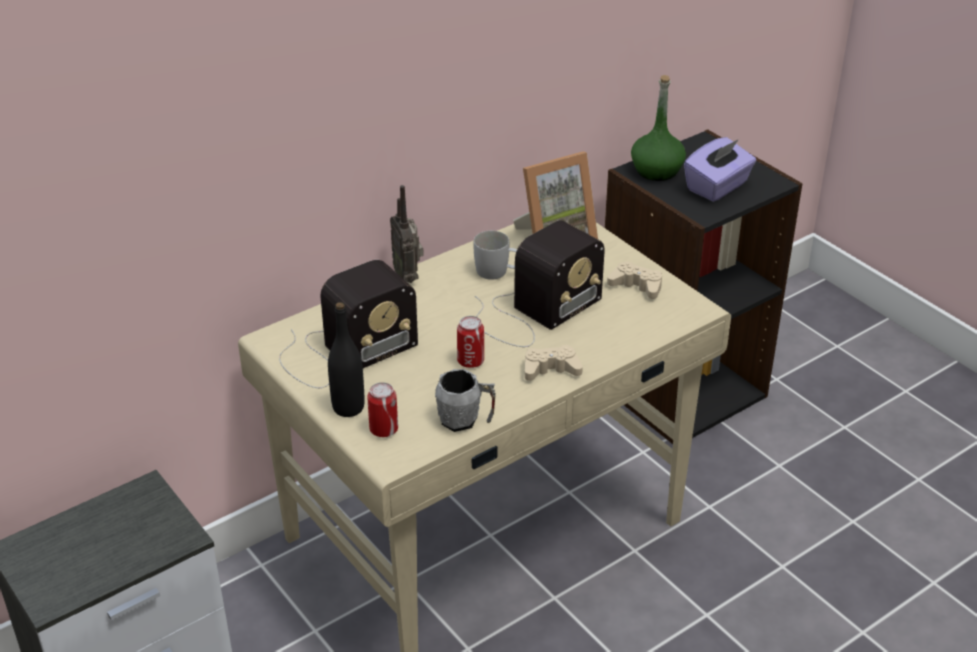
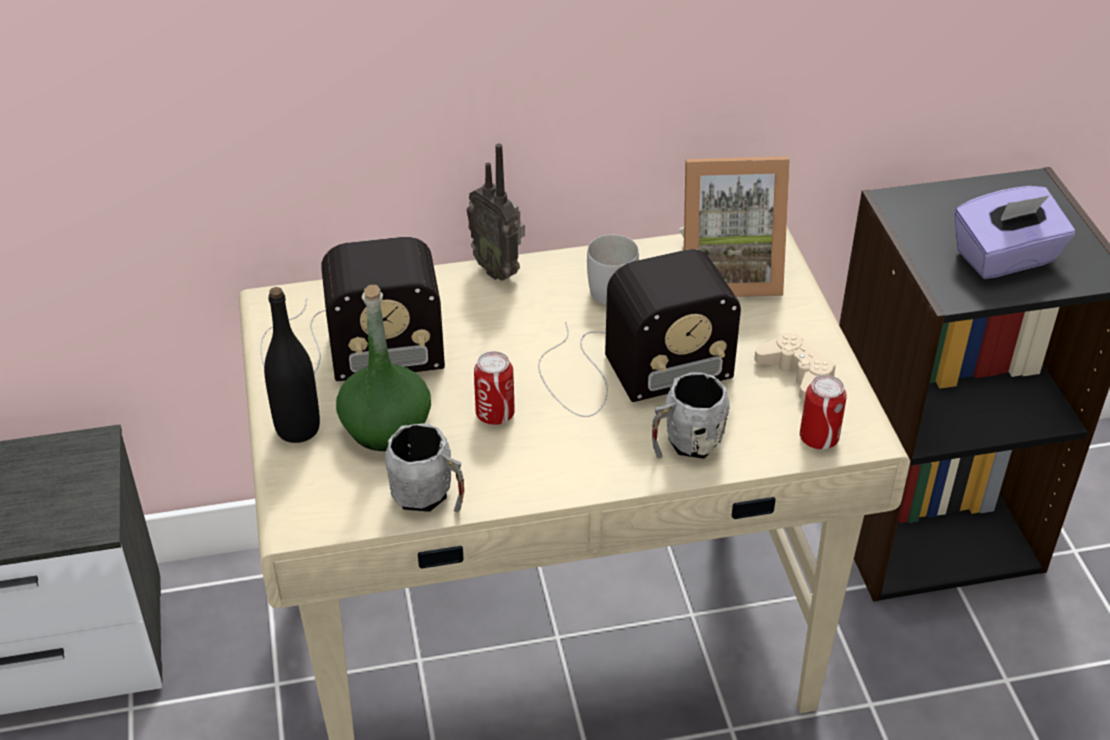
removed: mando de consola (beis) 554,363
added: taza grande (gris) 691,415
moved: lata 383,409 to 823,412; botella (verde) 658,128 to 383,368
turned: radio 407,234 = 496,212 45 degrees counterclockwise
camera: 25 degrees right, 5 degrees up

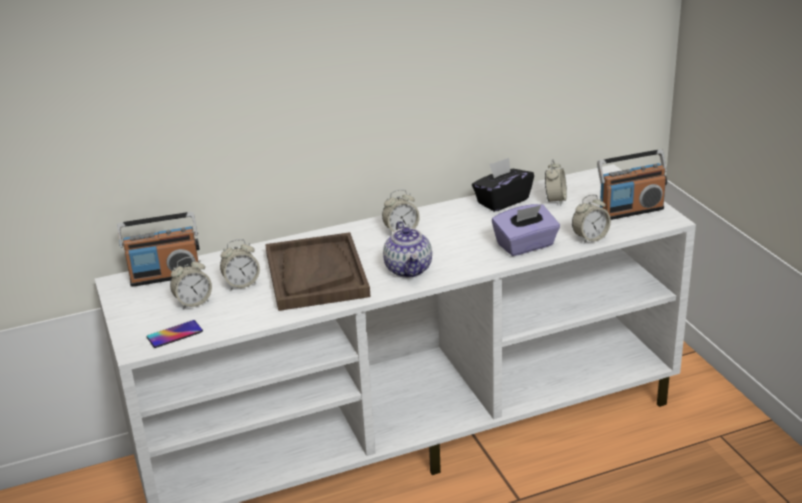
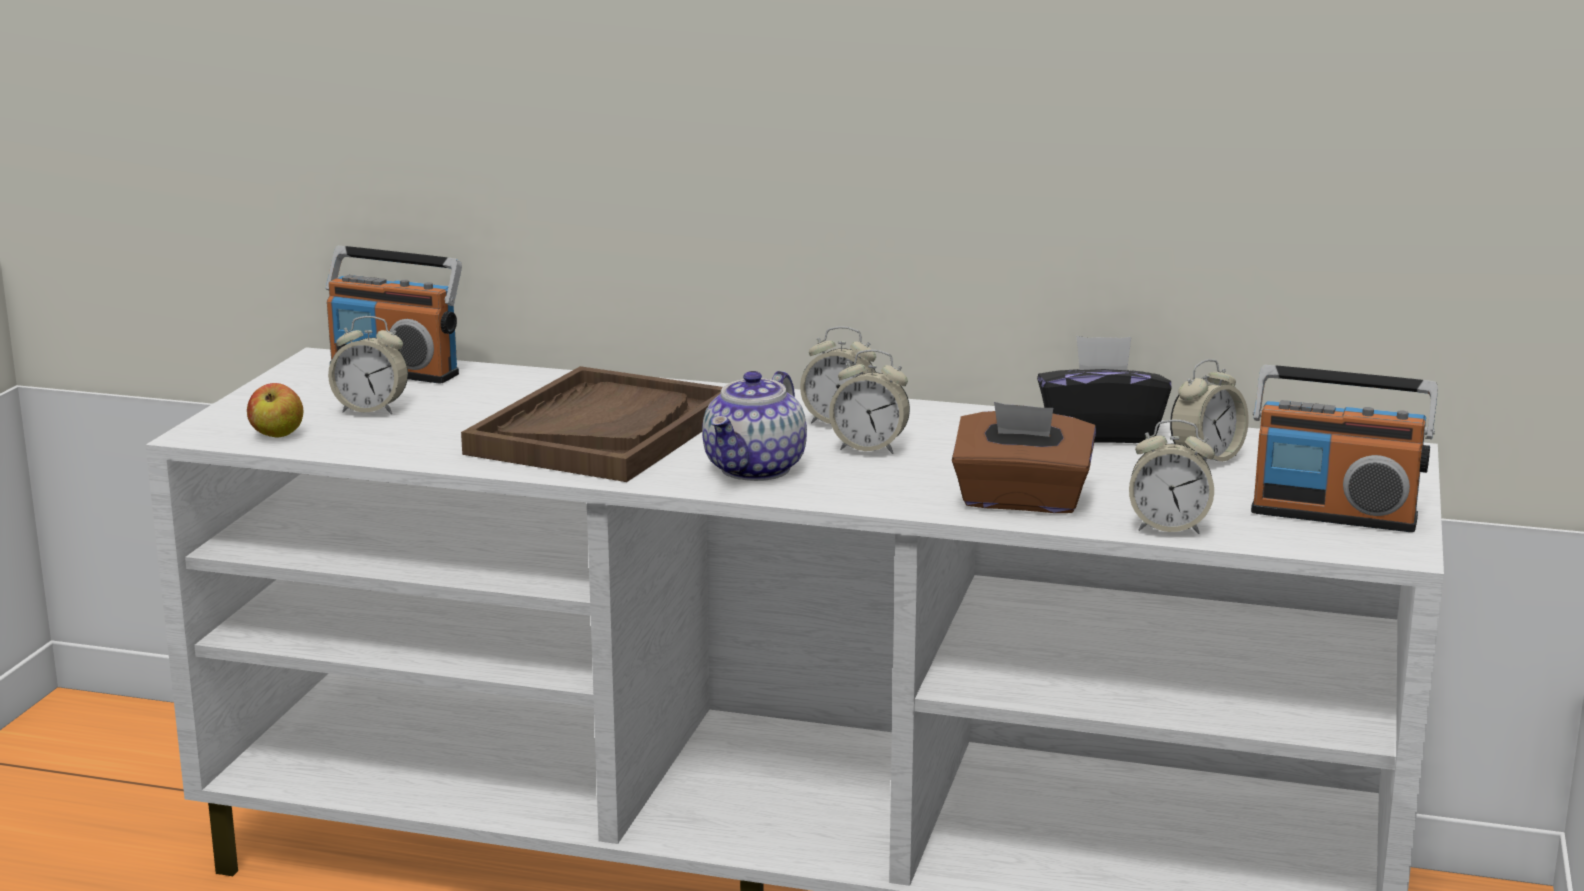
moved: despertador 240,264 to 869,402
replaced: móvil 175,334 to manzana 275,410
recoloured: caja de pañuelos (morado) 526,230 to caja de pañuelos (marrón) 1024,457
camera: 35 degrees right, 10 degrees down

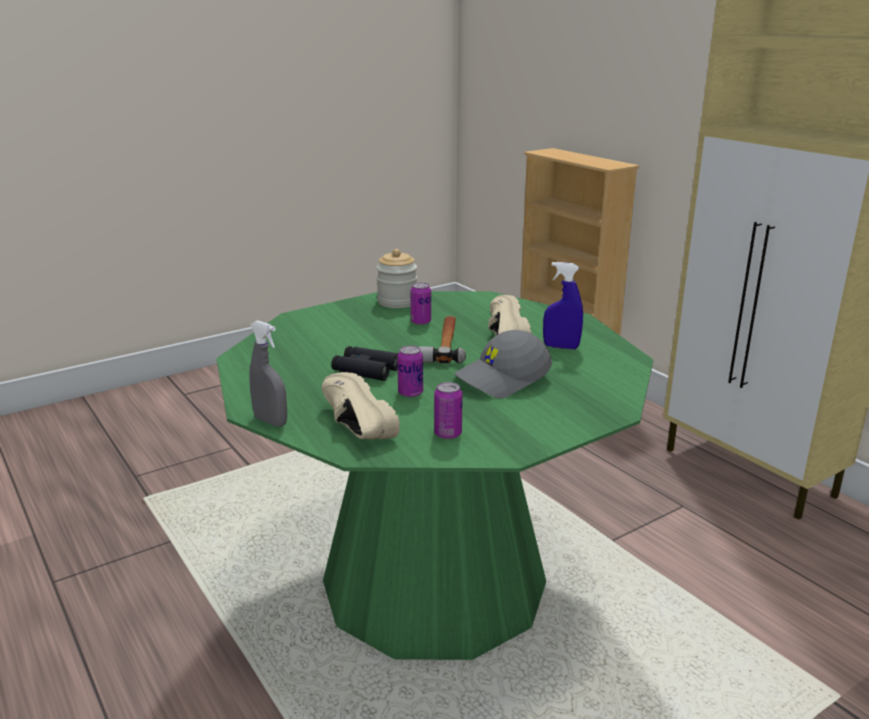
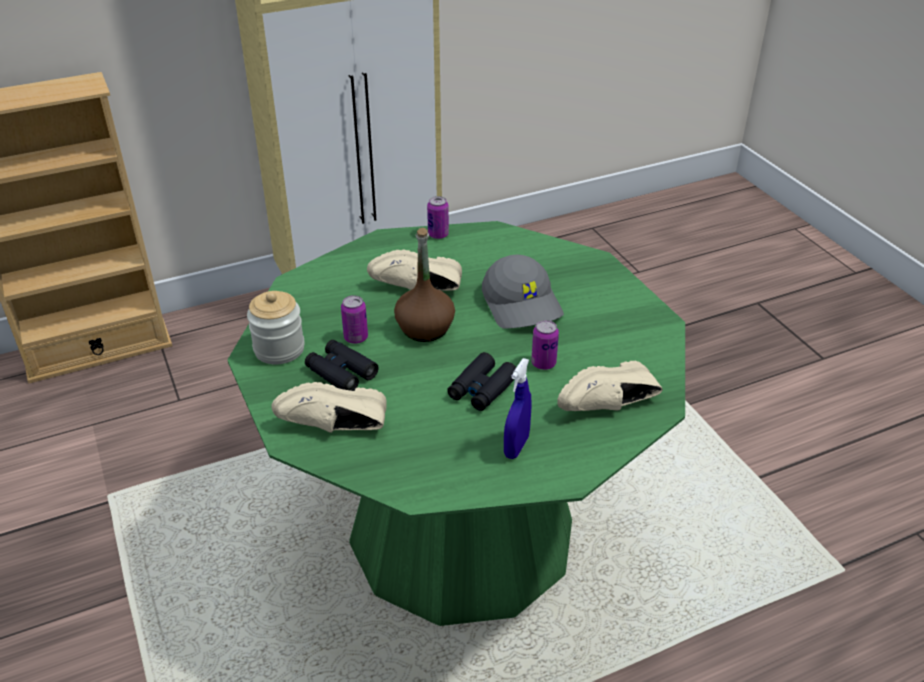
removed: pulverizador (gris) 268,373
added: zapato (beis) 329,407; prismáticos (negro) 342,365
moved: lata 448,410 to 438,217; pulverizador (azul) 563,305 to 518,408
replaced: martillo 442,339 to botella (marrón) 424,285
camera: 80 degrees left, 15 degrees up

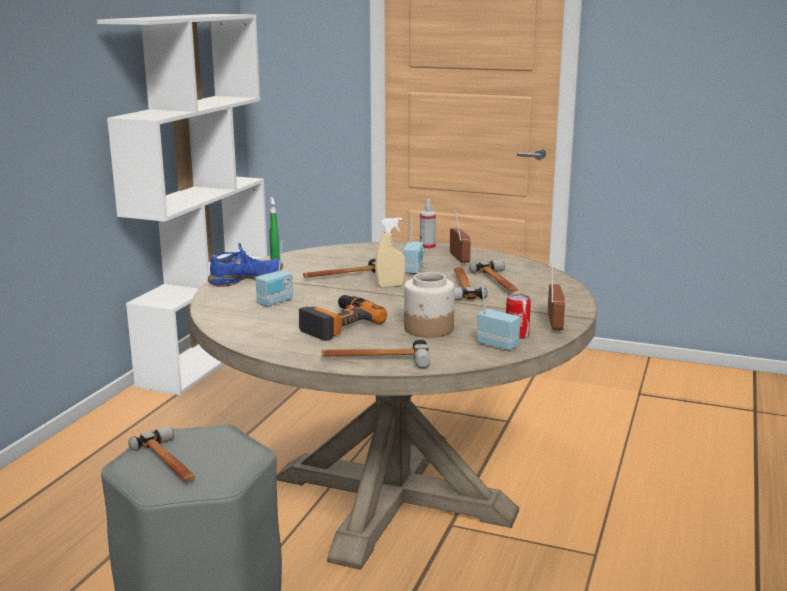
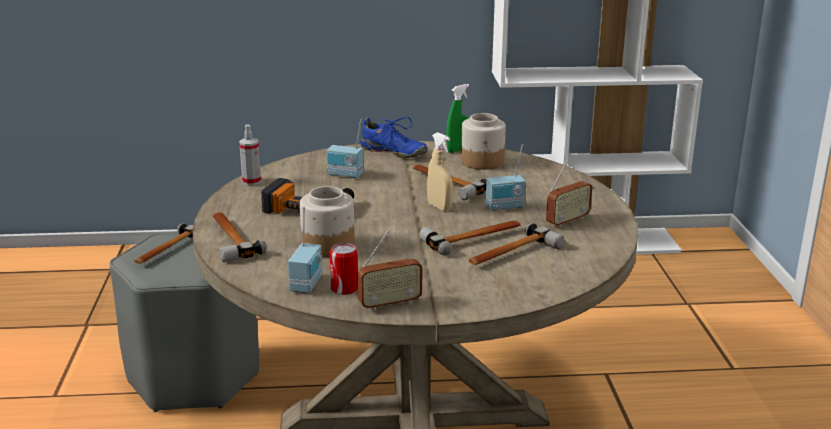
added: tarro 483,141
moved: pulverizador 428,224 to 250,155
camera: 65 degrees right, 5 degrees up

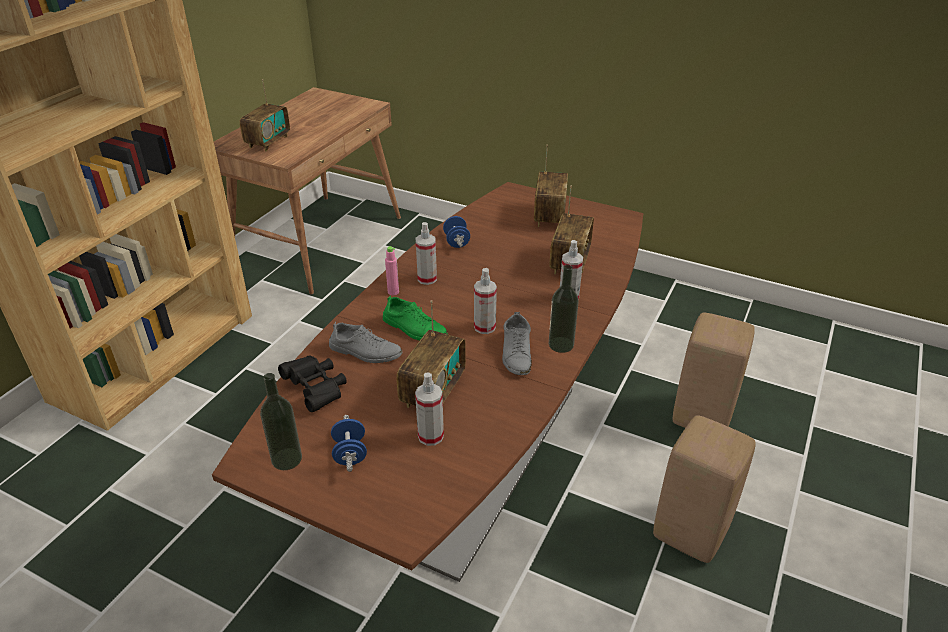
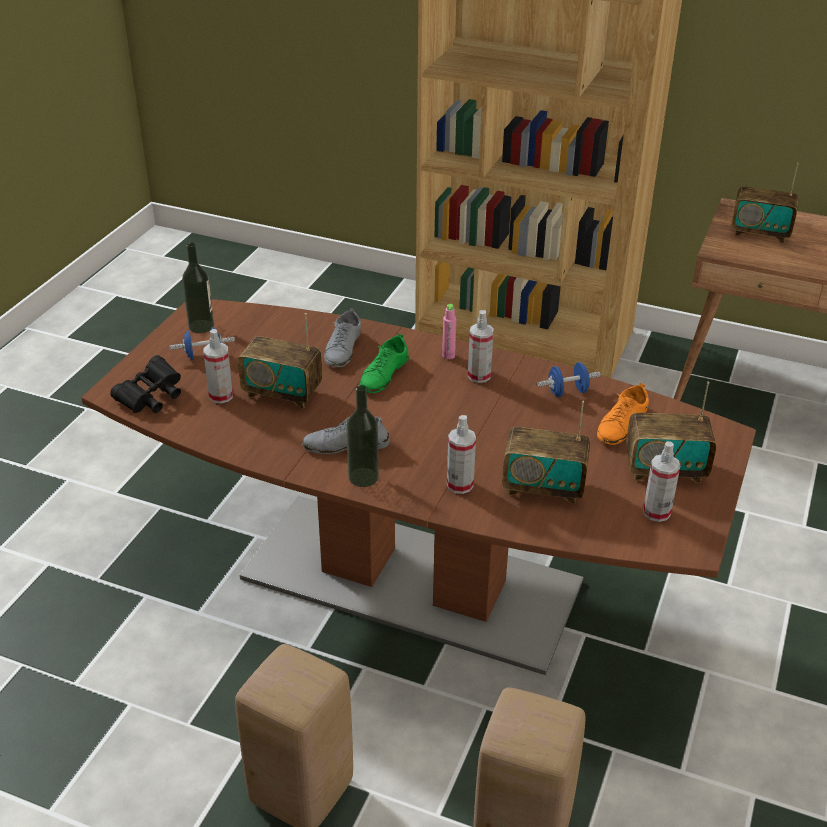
added: zapato (naranja) 623,414
moved: prismáticos (negro) 312,383 to 145,384; pulverizador 485,301 to 661,481
camera: 85 degrees right, 0 degrees up

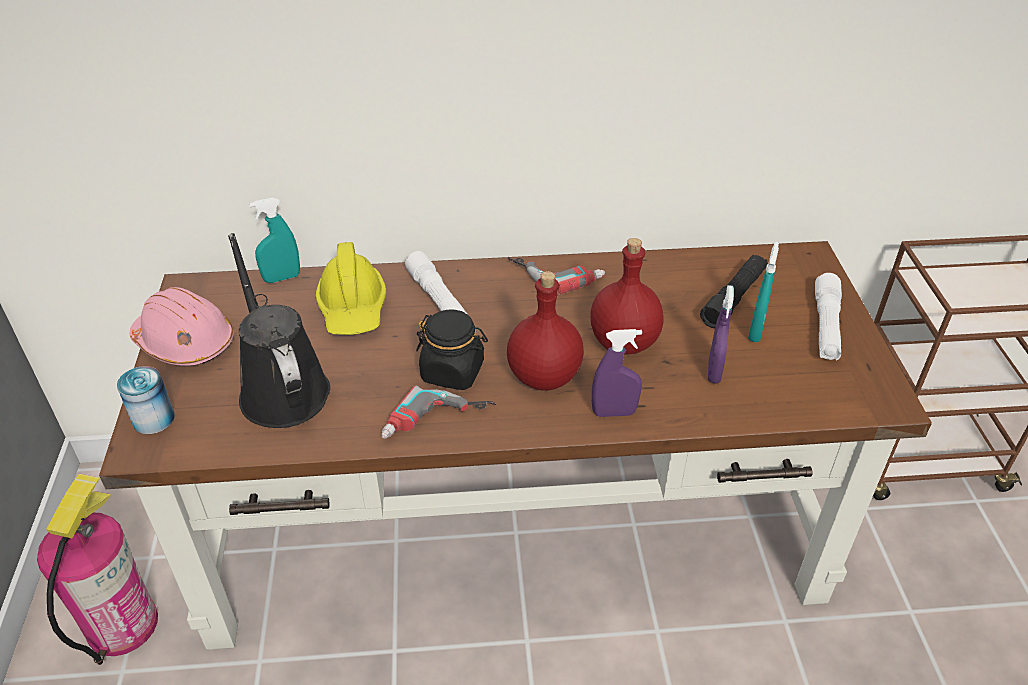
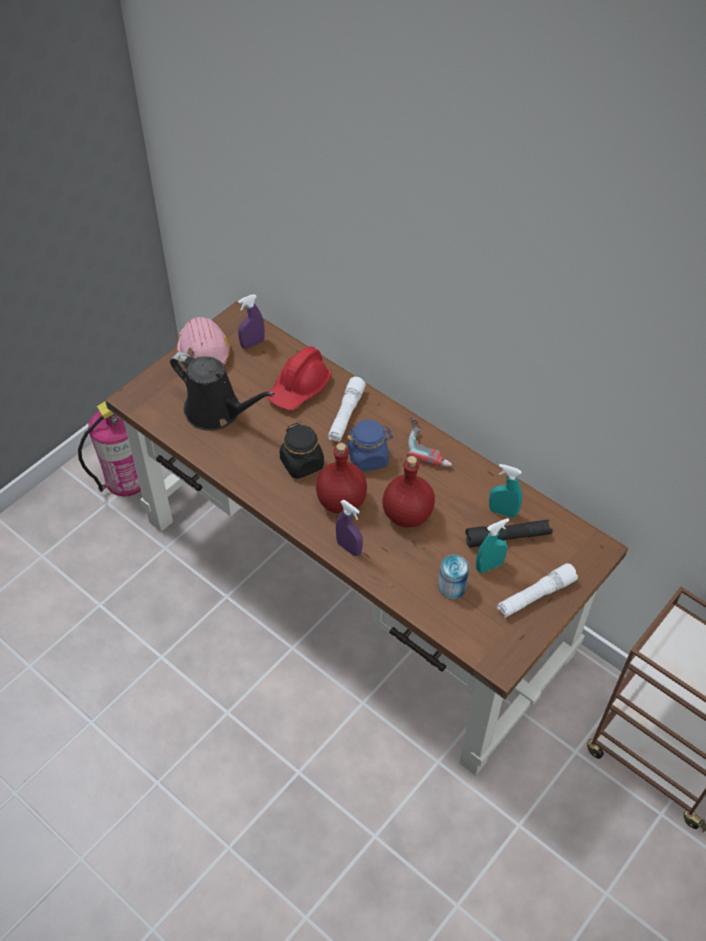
removed: taladro 438,412
added: tarro (azul) 369,446
moved: lata 146,400 to 453,577; pulverizador (turquesa) 274,240 to 505,491; pulverizador (morado) 721,334 to 251,321
recoloured: casco (amarillo) 351,288 to casco (rojo) 299,378
turned: regadera (negro) 279,330 = 222,391 105 degrees clockwise
camera: 45 degrees right, 10 degrees up

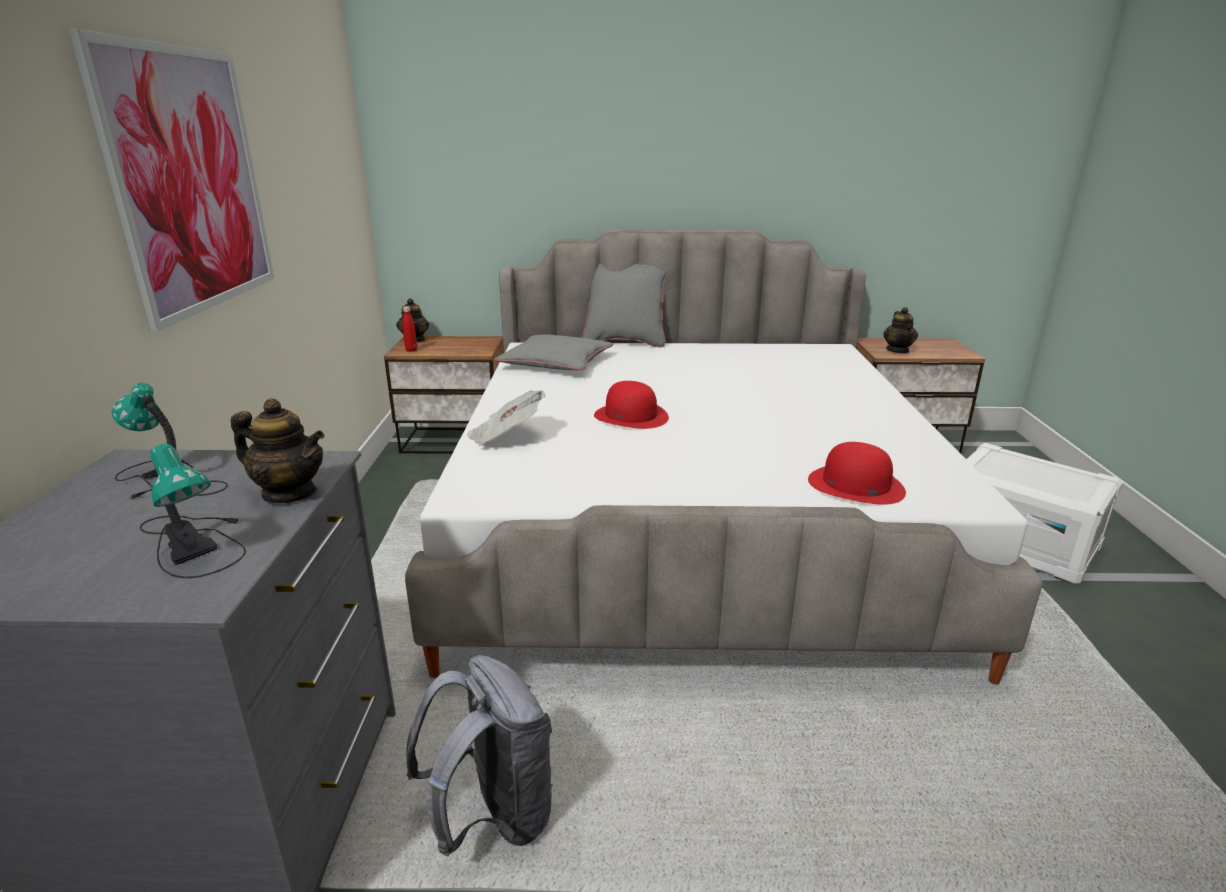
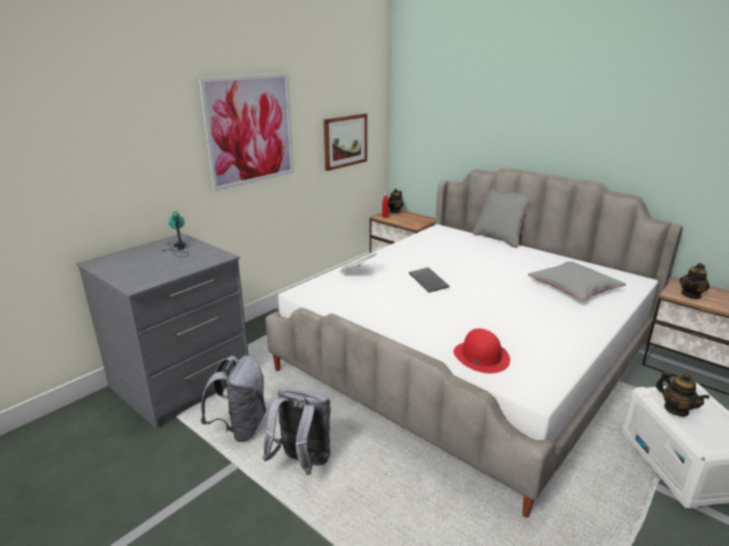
removed: lámpara de mesa 193,511
added: mochila (gris) 297,432; cuadro 345,142
moved: tetera 278,450 to 682,393; cojín (gris) 554,352 to 577,281
replaced: sombrero (rojo) 631,405 to teclado 429,280
camera: 40 degrees right, 0 degrees up

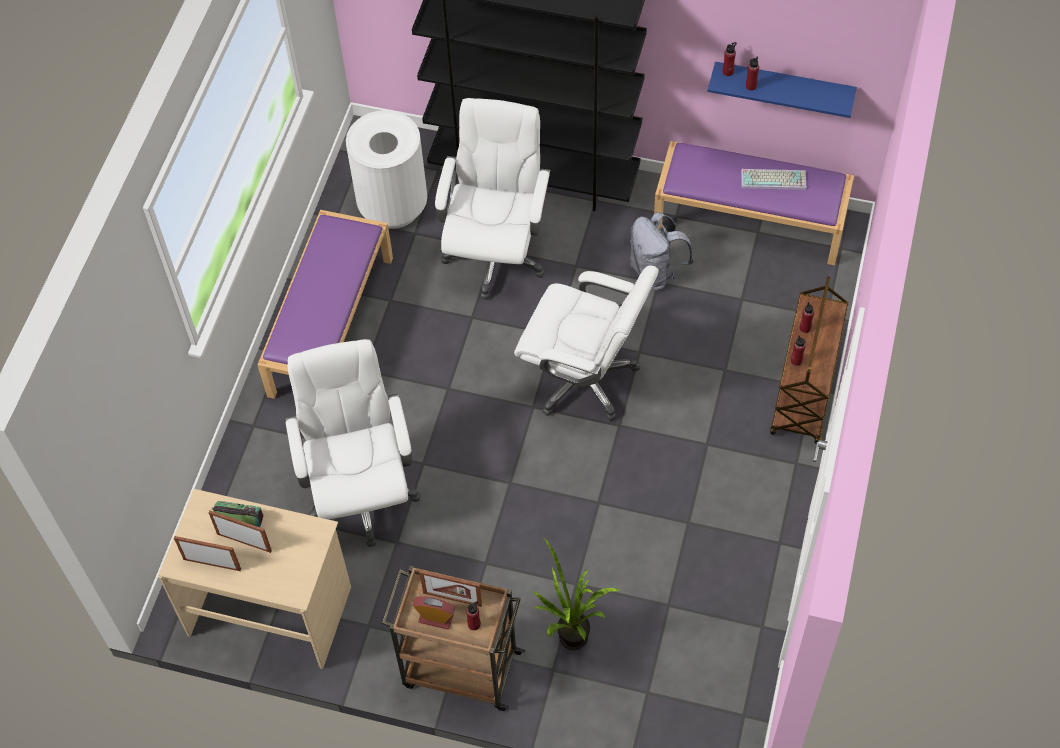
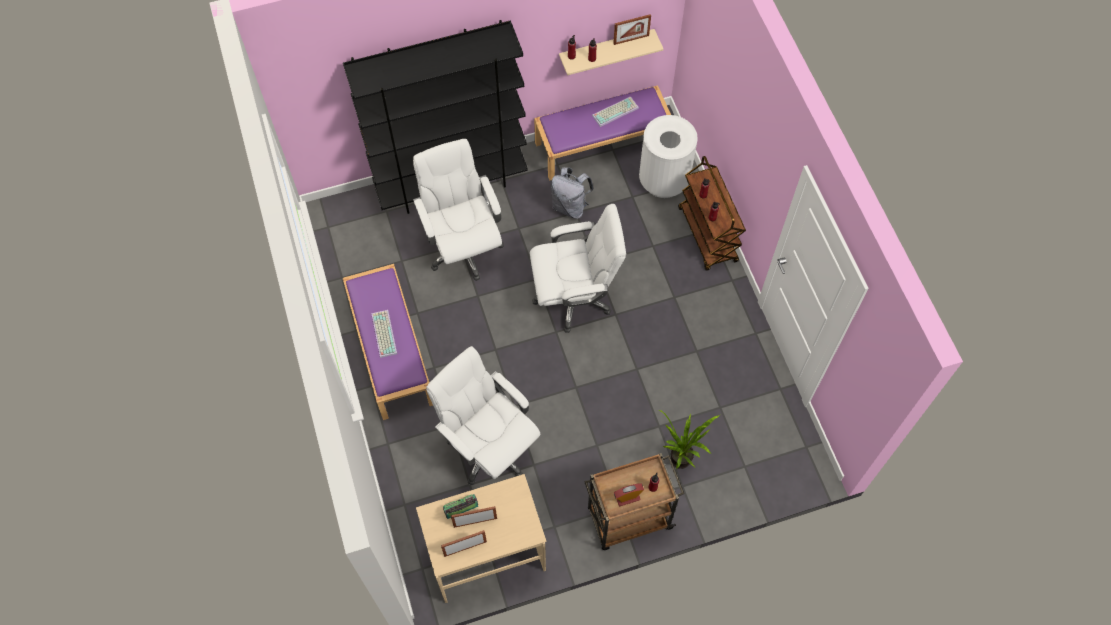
added: teclado 384,334
moved: papelera (blanco) 386,169 to 668,156; portarretratos 450,588 to 632,29
recoloured: estante (azul) 782,90 to estante (beis) 611,52
camera: 35 degrees left, 5 degrees up

